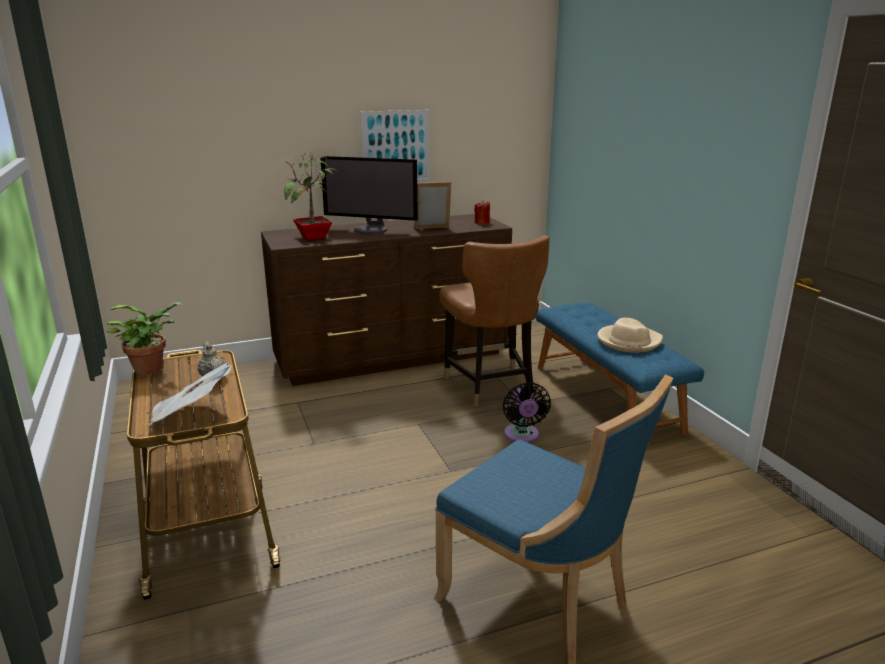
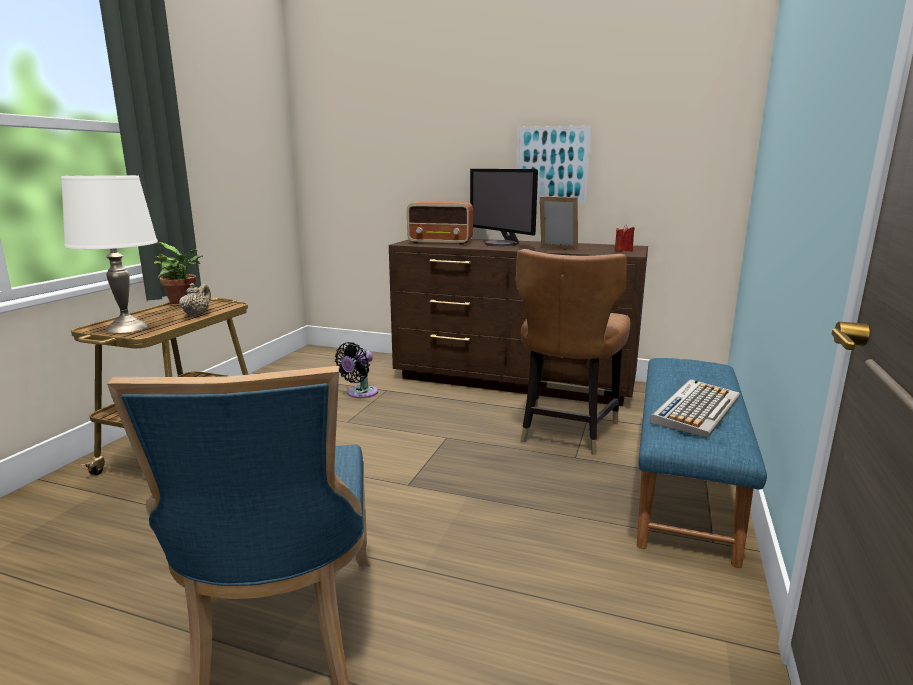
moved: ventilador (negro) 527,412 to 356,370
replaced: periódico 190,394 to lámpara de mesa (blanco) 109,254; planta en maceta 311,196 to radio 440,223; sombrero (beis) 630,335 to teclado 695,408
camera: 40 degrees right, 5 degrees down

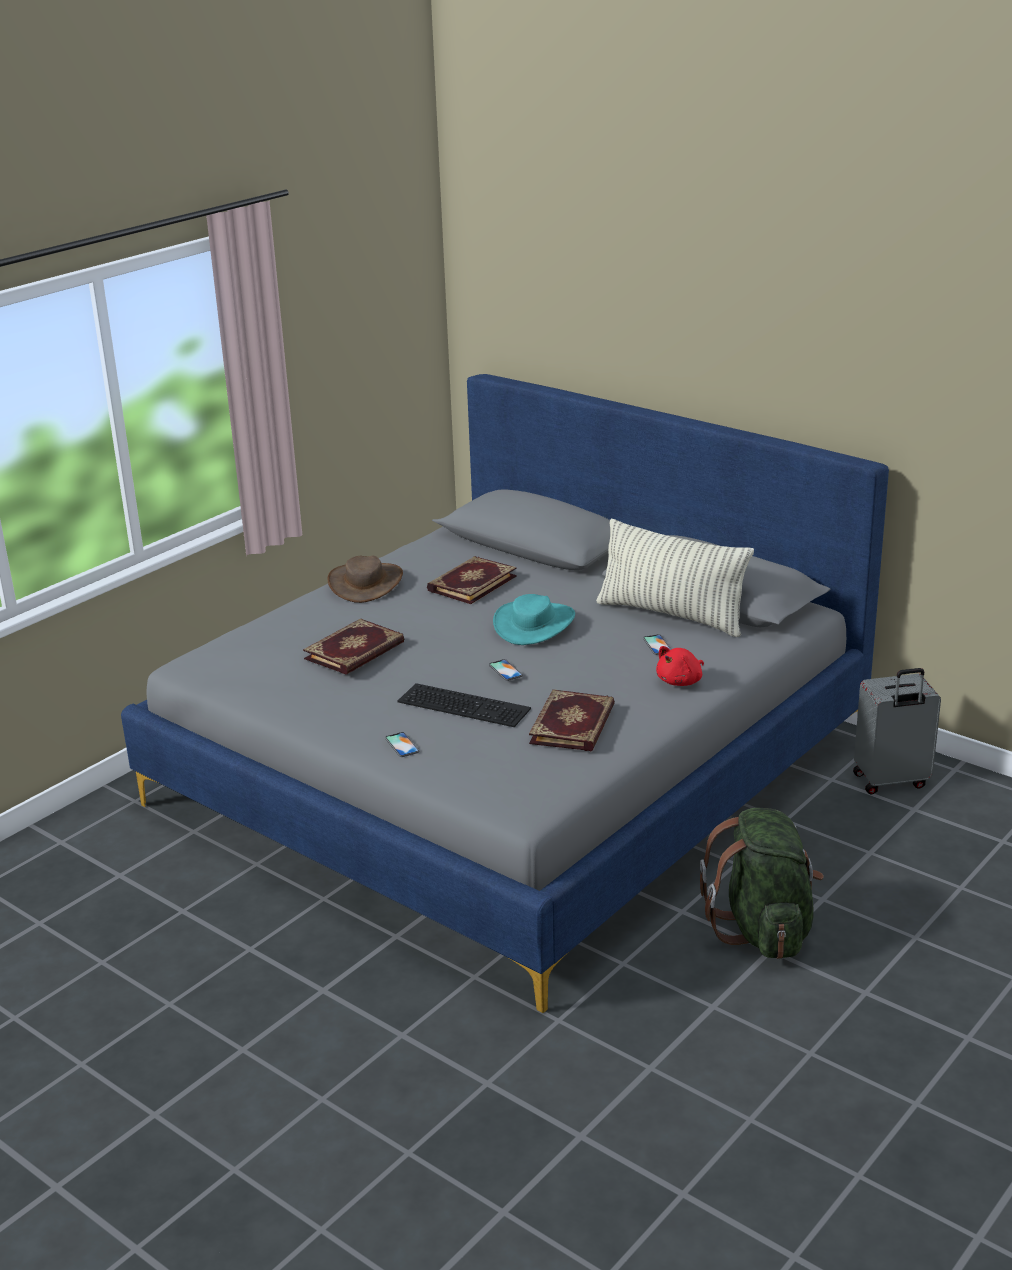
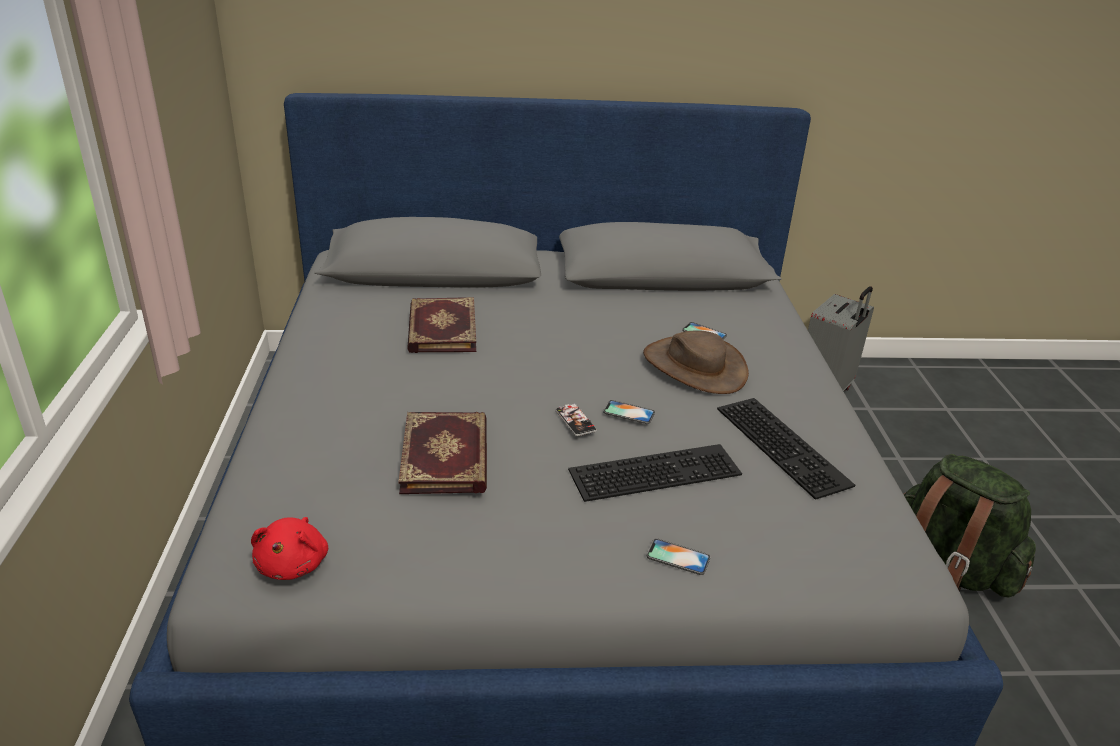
removed: sombrero (turquesa) 534,619; cojín 675,578
added: móvil 576,419
moved: sombrero (marrón) 365,579 to 696,362; peluche (rojo) 680,666 to 289,548
replaced: libro 572,720 to teclado 786,449
camera: 45 degrees left, 5 degrees up

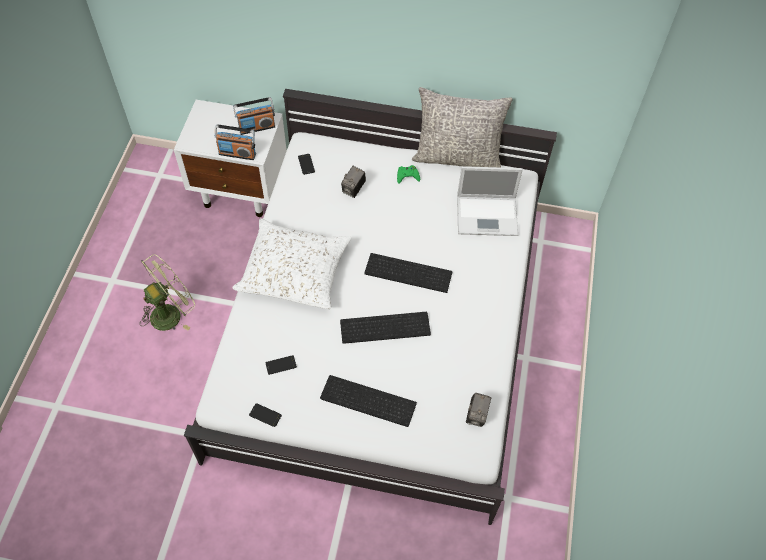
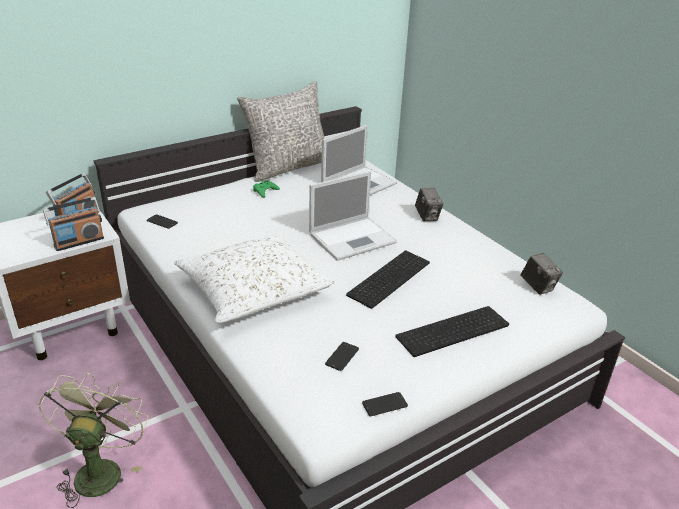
moved: cámara 353,182 to 429,204
replaced: teclado 408,273 to portátil 353,216
camera: 45 degrees left, 25 degrees down

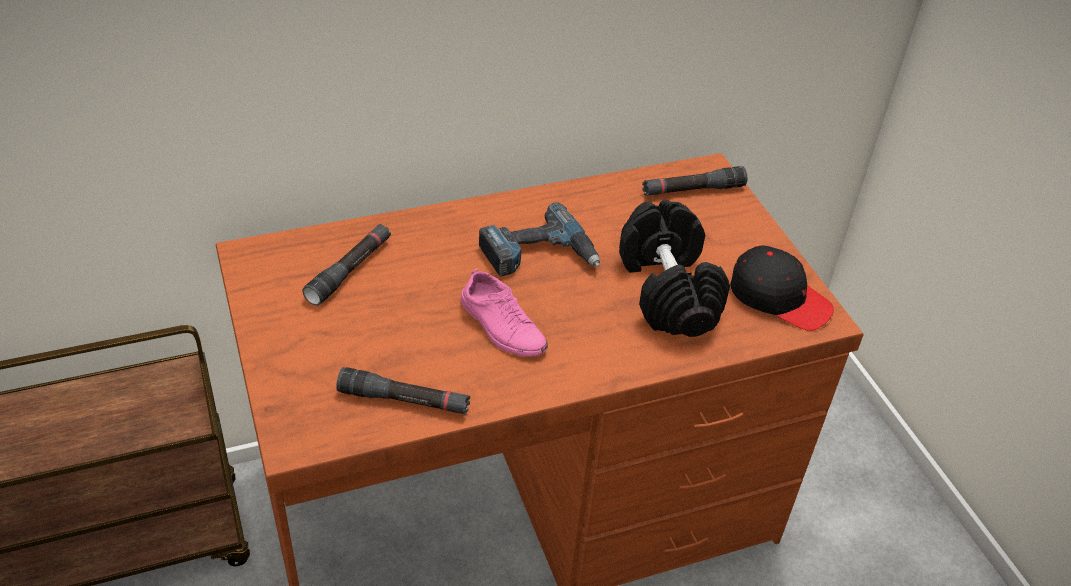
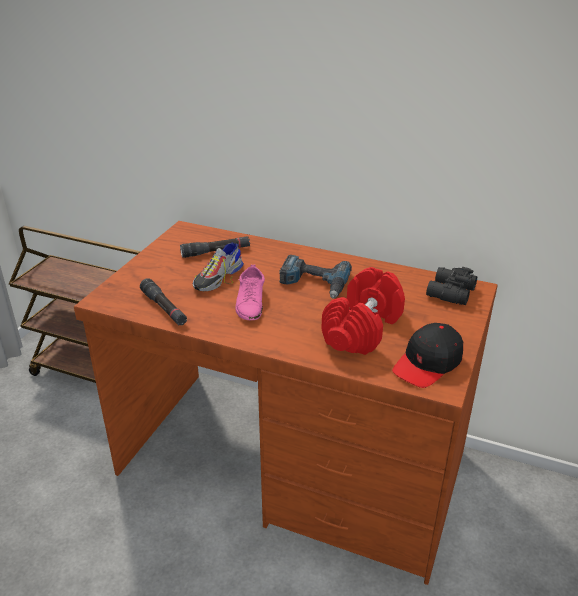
added: zapato 218,266
replaced: linterna (negro) 694,181 to prismáticos (negro) 451,286
recoloured: mancuerna (negro) 674,268 to mancuerna (rojo) 363,311
turned: gorra (negro) 782,288 = 427,355 60 degrees clockwise
camera: 45 degrees right, 10 degrees down

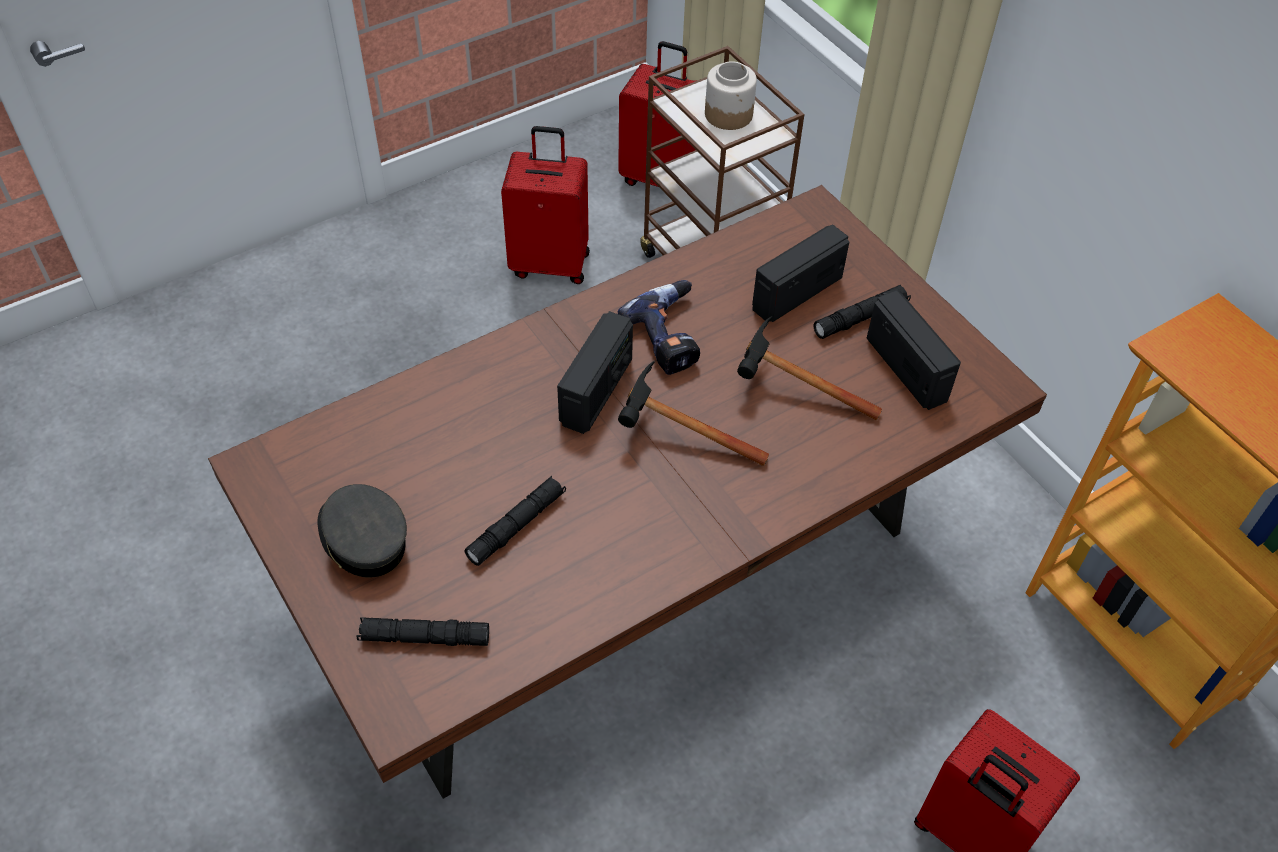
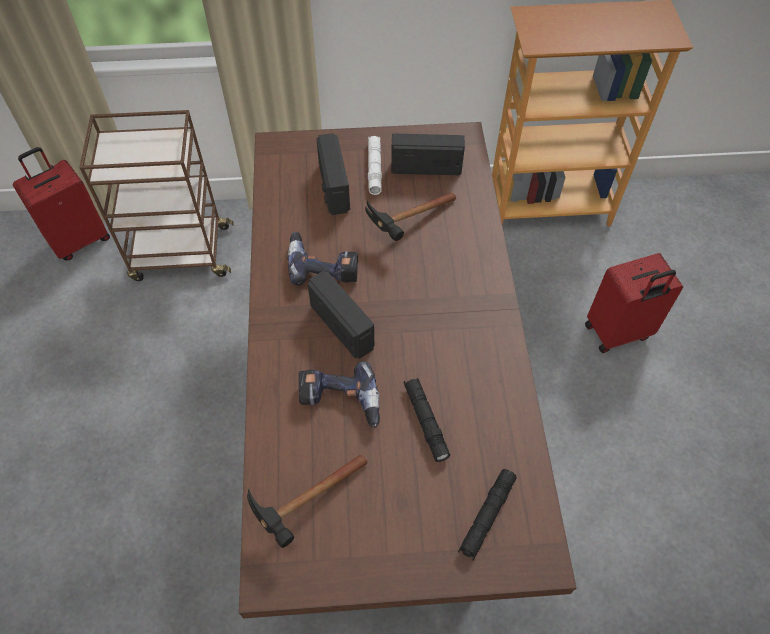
removed: gorra (gris) 362,531; maleta (rojo) 545,205; tarro 731,95
added: taladro 339,394
moved: martillo 693,413 to 307,501
recoloured: linterna (negro) 862,312 to linterna (blanco) 375,165
camera: 60 degrees left, 5 degrees up

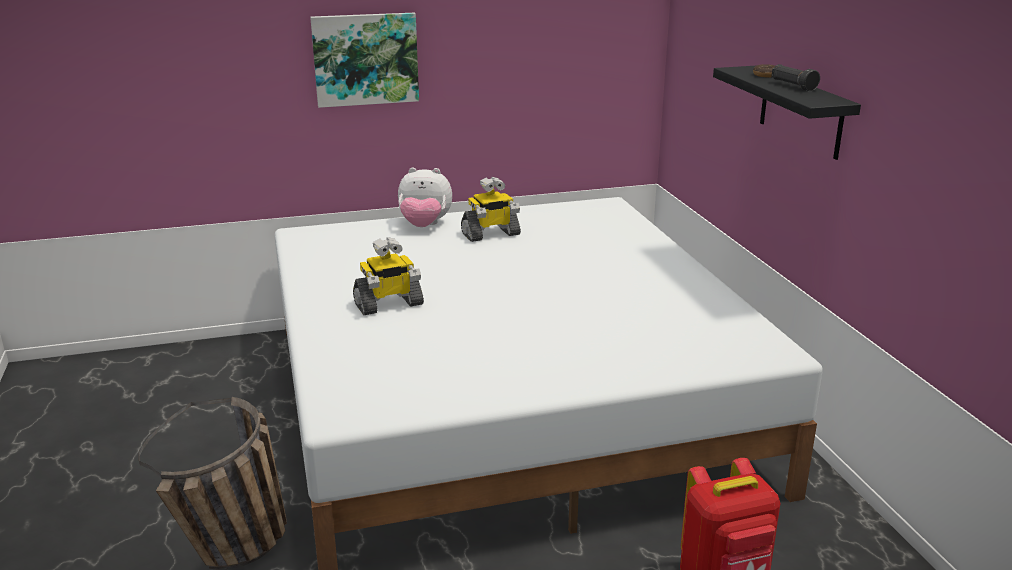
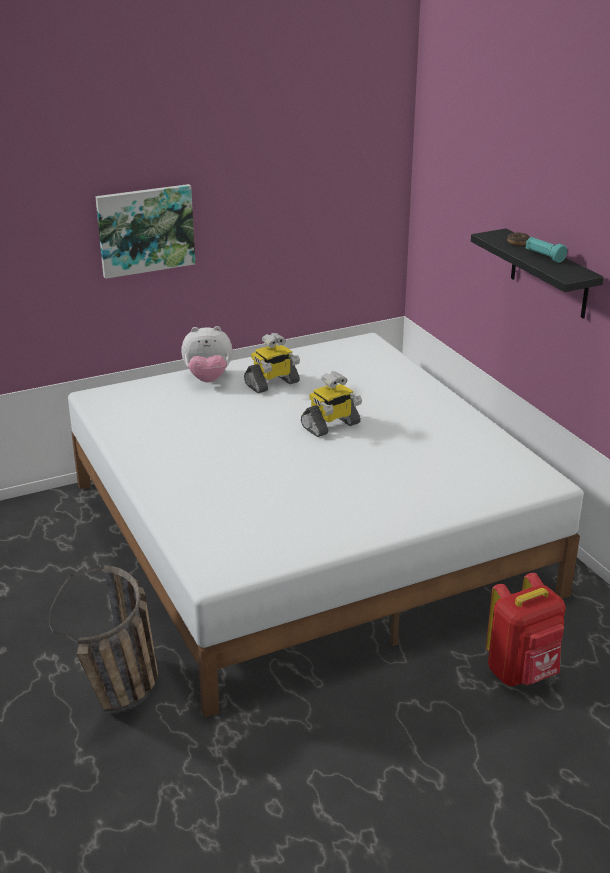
moved: robot de juguete 388,276 to 331,404
recoloured: linterna (negro) 795,77 to linterna (turquesa) 546,250
camera: 10 degrees left, 5 degrees up

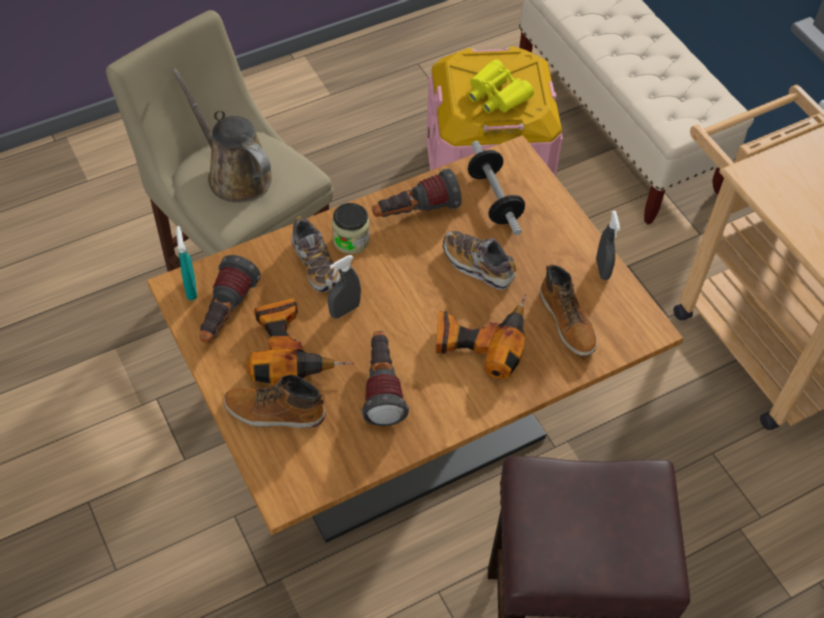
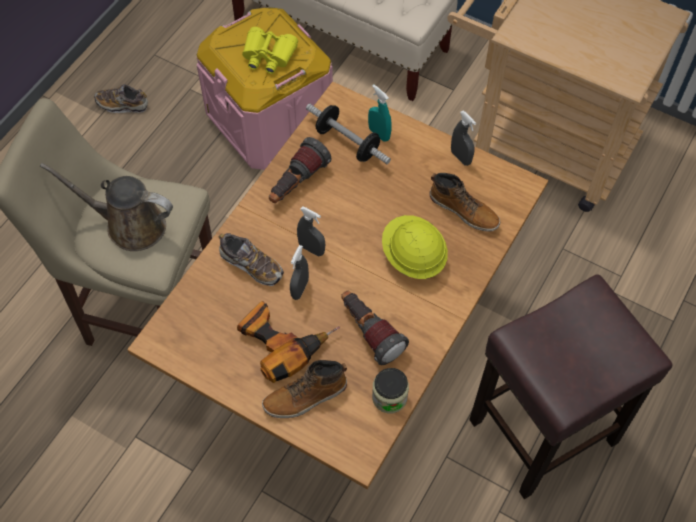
removed: linterna 230,299
added: pulverizador (gris) 311,231
moved: pulverizador (turquesa) 186,263 to 380,113; tarro 351,228 to 390,390; zapato 479,260 to 121,98
replaced: taladro 481,336 to casco (amarillo) 415,247
camera: 30 degrees left, 5 degrees up

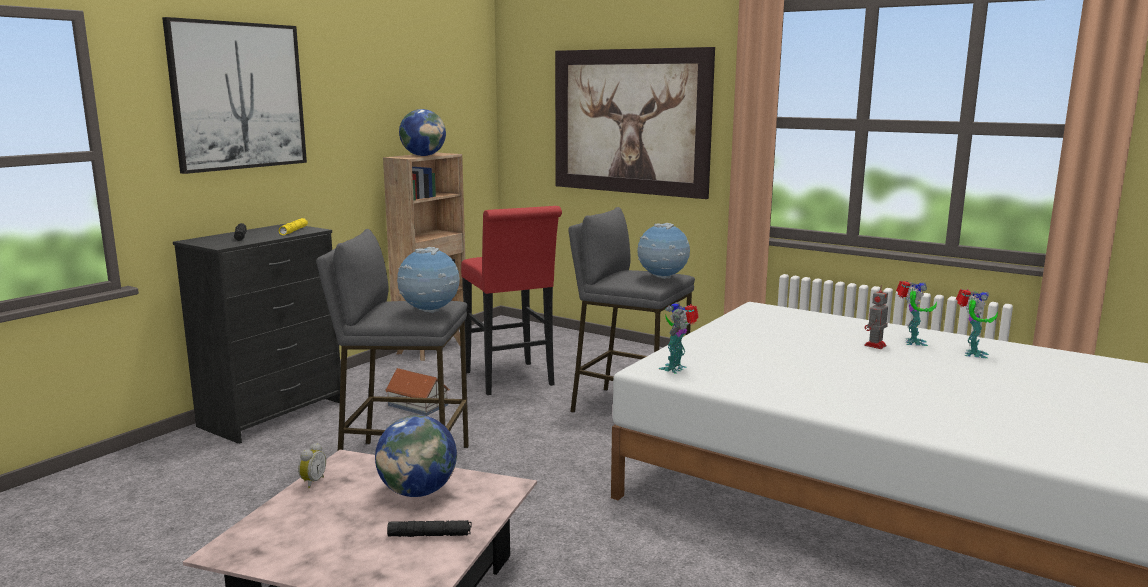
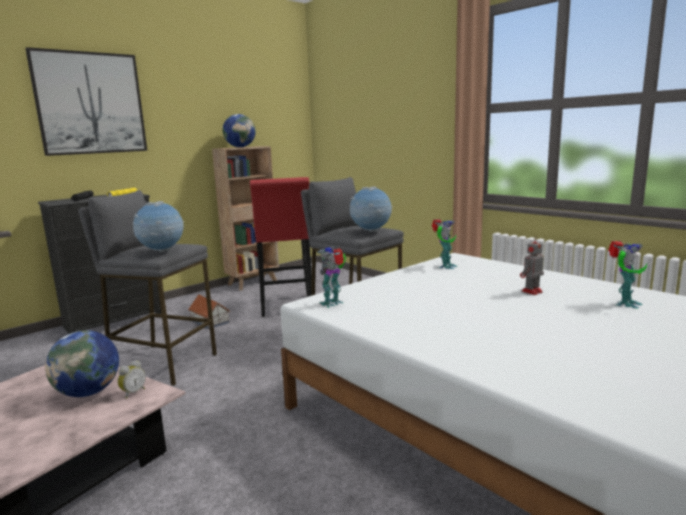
removed: linterna (negro) 429,528; cuadro 635,123
moved: despertador 312,465 to 132,379; robot de juguete 916,313 to 445,244
camera: 15 degrees right, 0 degrees up

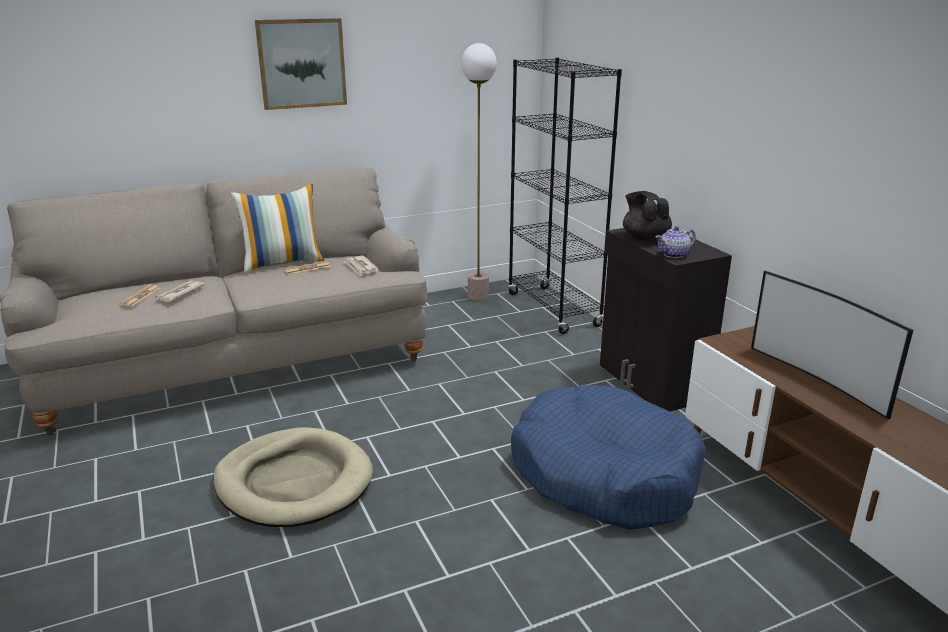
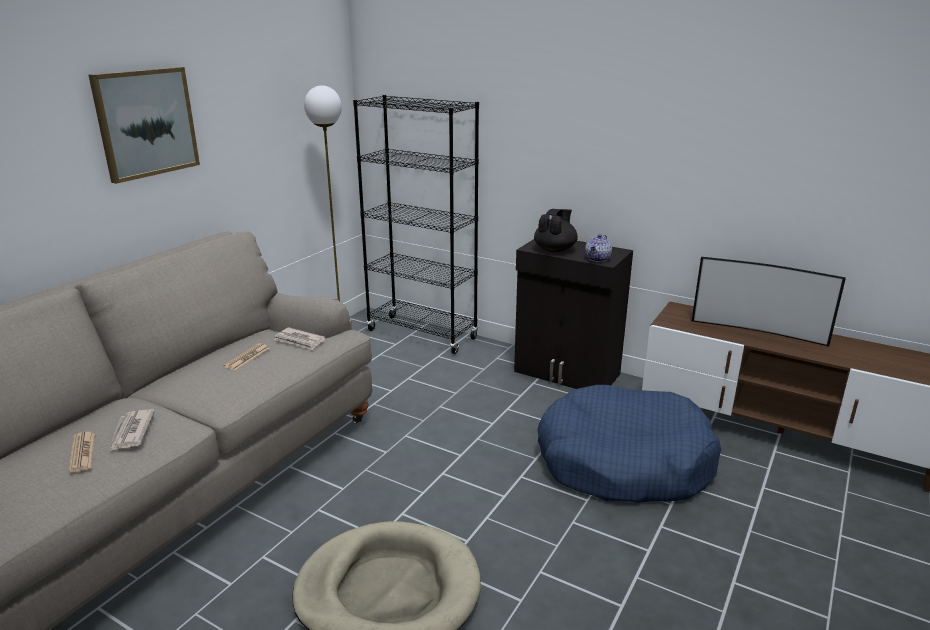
removed: cojín 277,228
turned: tetera (negro) 647,216 = 556,230 90 degrees clockwise
camera: 35 degrees left, 0 degrees up

